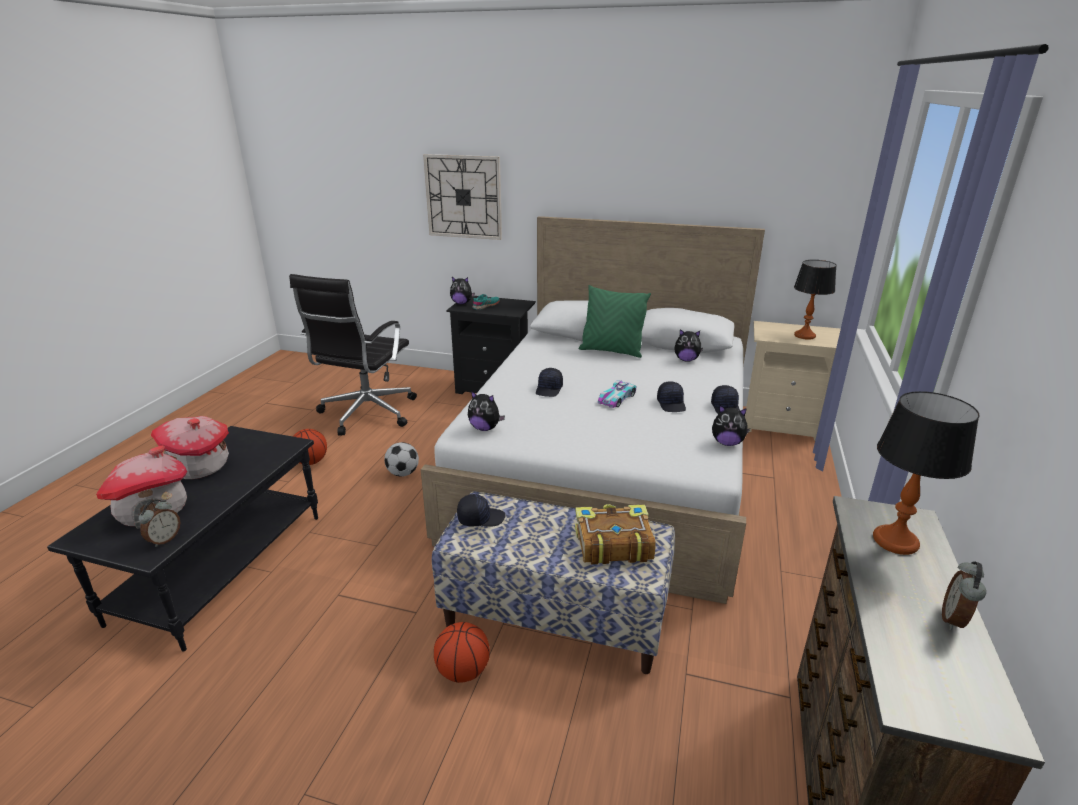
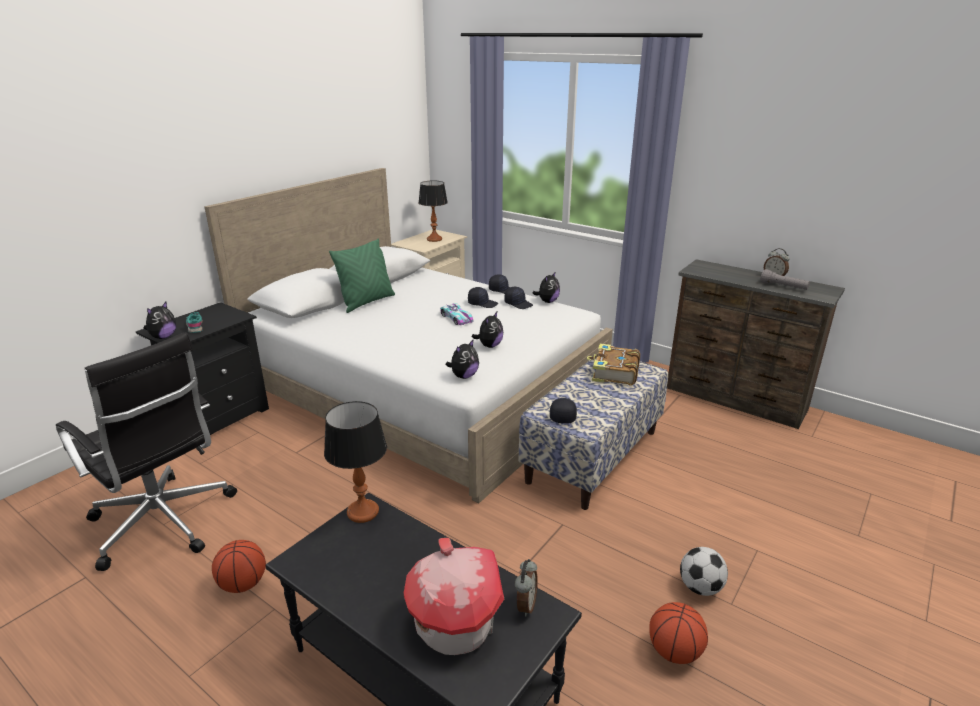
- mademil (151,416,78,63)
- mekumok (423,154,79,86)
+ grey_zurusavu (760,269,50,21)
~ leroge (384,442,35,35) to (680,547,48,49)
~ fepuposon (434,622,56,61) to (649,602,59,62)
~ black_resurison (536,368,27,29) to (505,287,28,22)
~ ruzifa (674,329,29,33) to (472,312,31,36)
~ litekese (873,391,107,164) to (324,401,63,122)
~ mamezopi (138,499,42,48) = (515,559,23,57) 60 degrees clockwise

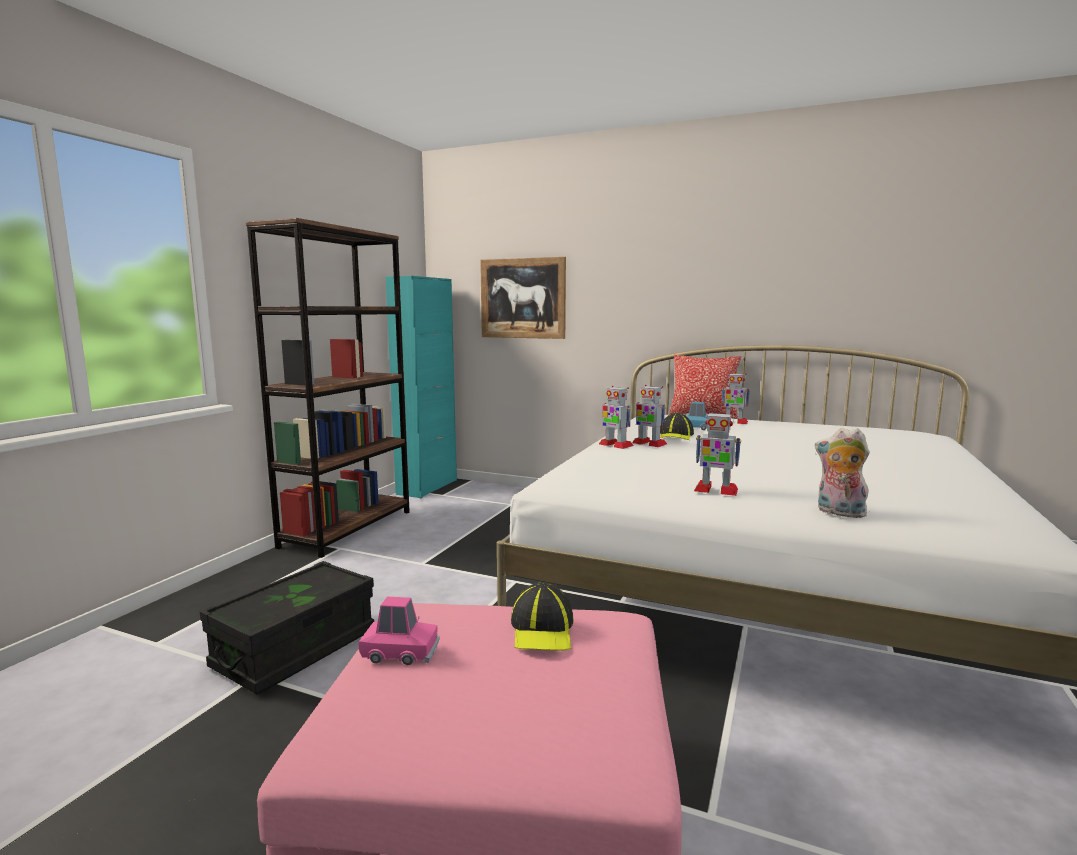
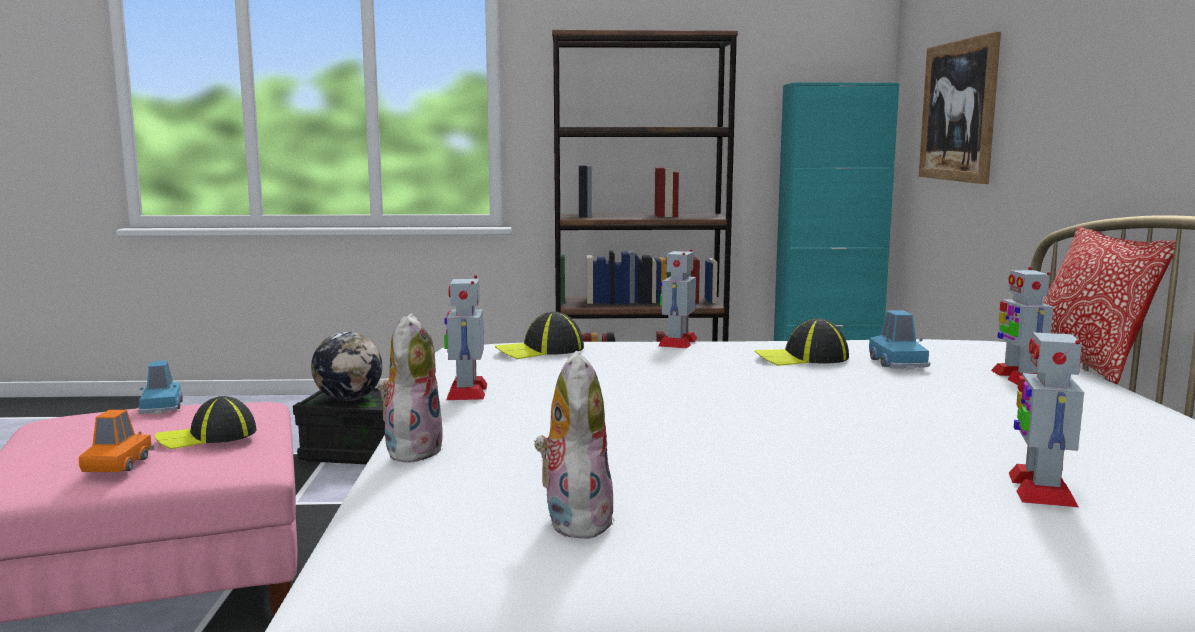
+ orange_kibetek (79,410,75,62)
+ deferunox (311,332,71,69)
+ resurison (495,312,89,47)
+ ruzifa (534,351,80,188)
~ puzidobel (632,385,35,62) to (1009,329,75,178)
~ pink_kibetek (359,597,81,68) to blue_kibetek (138,361,45,53)

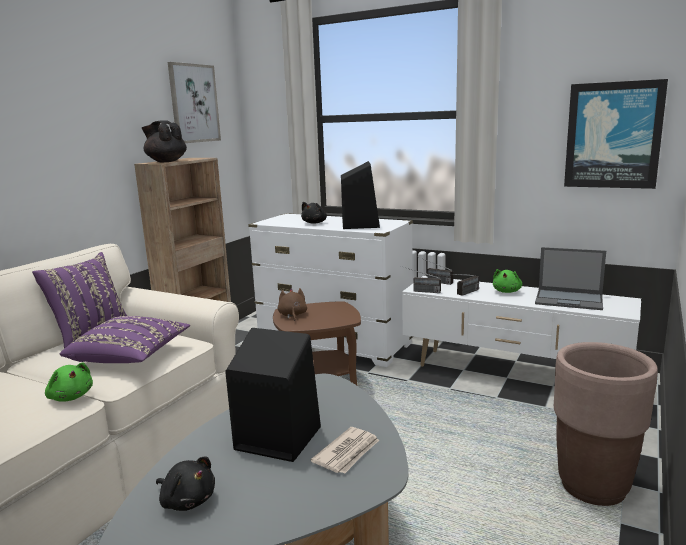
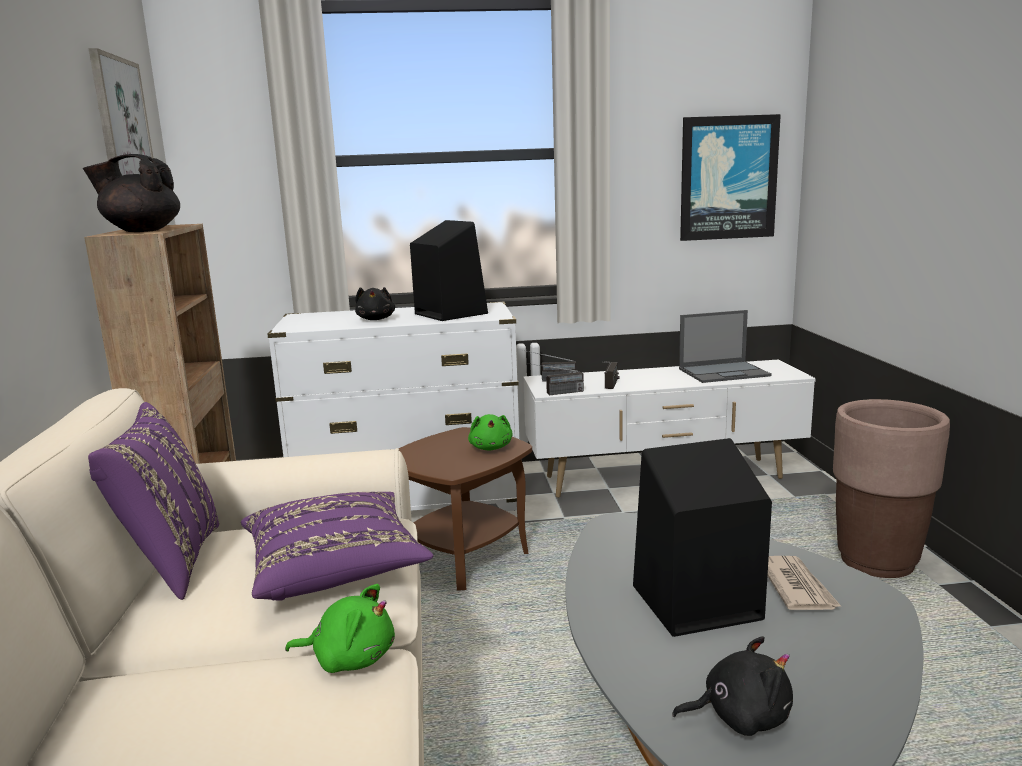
- brown_ruzifa (278,288,29,33)
~ green_ruzifa (493,269,29,24) to (468,414,45,37)

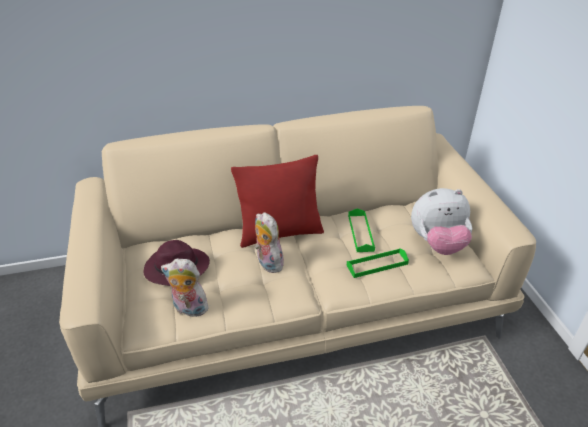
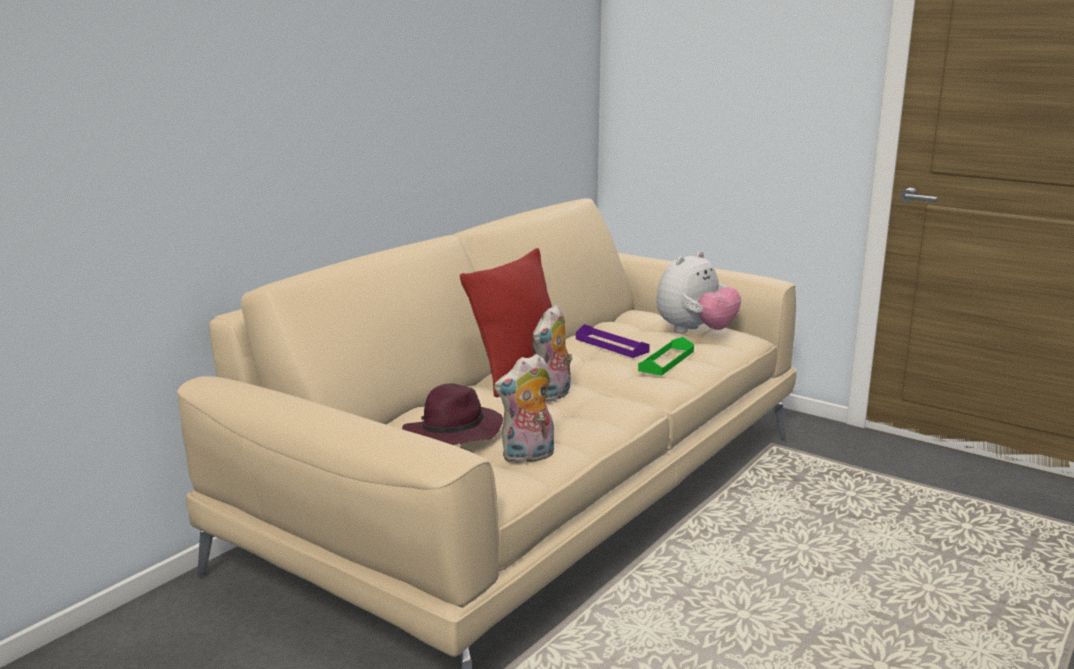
~ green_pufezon (348,208,27,44) to purple_pufezon (576,324,74,34)
~ ruzifa (255,212,29,61) = (532,304,41,99) 75 degrees counterclockwise

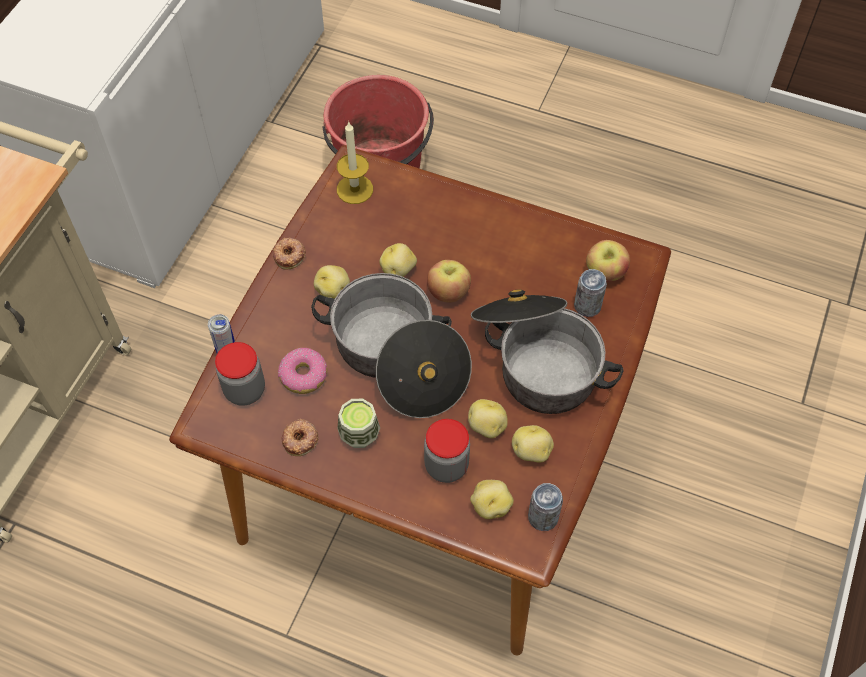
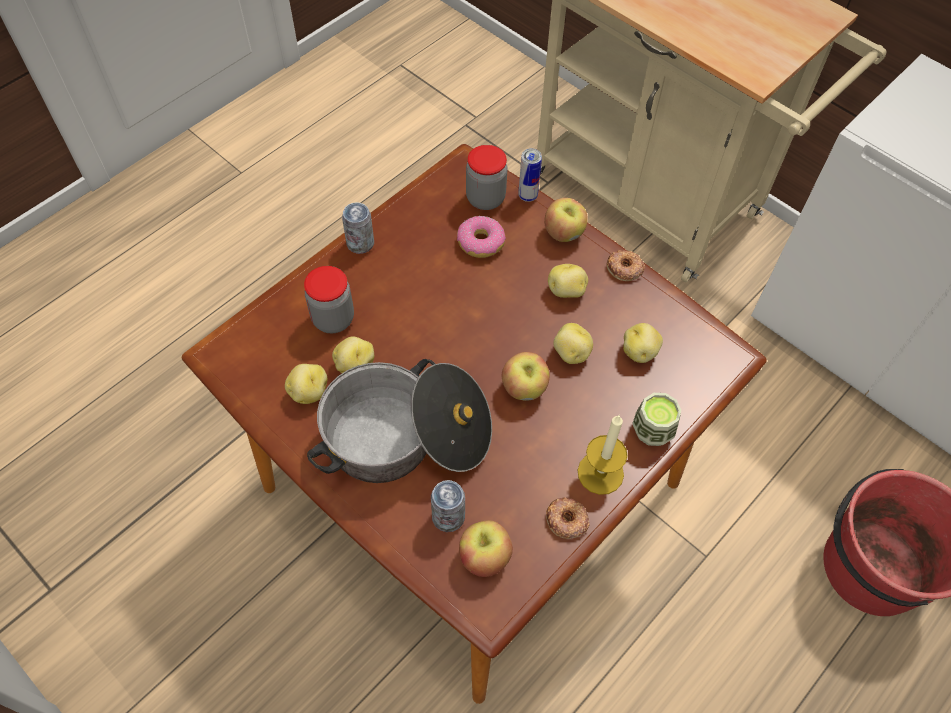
- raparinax (311,273,161,145)
+ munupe (544,198,44,44)
~ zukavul (282,419,36,37) to (546,497,44,42)
~ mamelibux (337,121,36,83) to (577,415,51,80)
~ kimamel (338,399,42,49) to (632,393,50,53)
~ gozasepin (470,480,44,39) to (623,323,40,40)
~ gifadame (528,483,35,48) to (342,203,32,51)

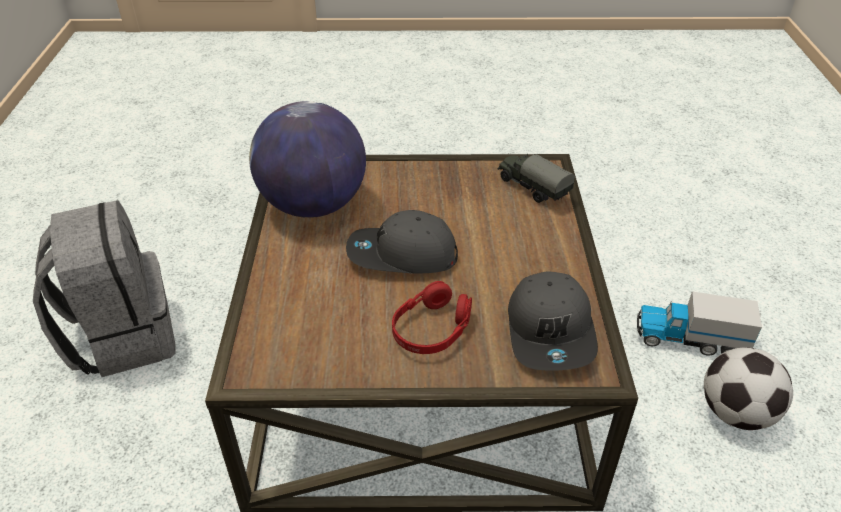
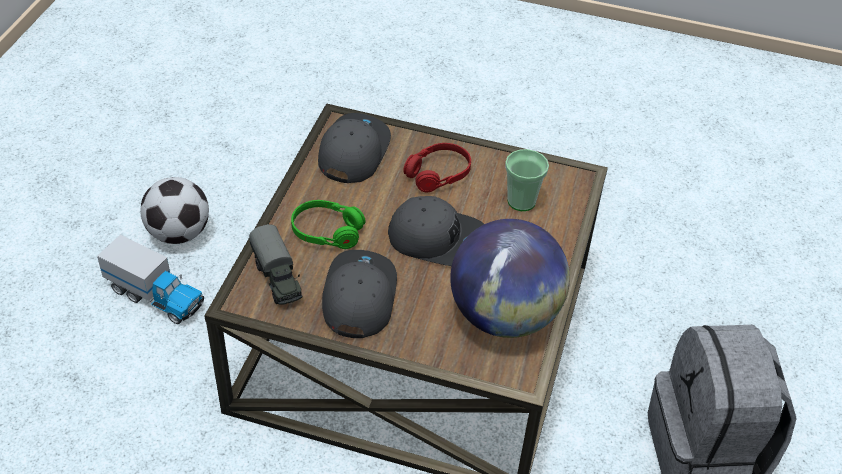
+ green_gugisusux (291,200,75,49)
+ grey_resurison (322,250,75,88)
+ kimamel (505,149,44,62)

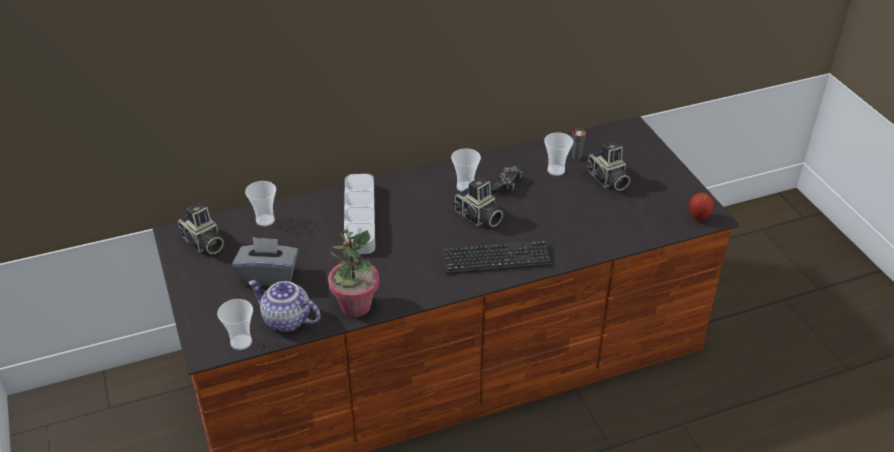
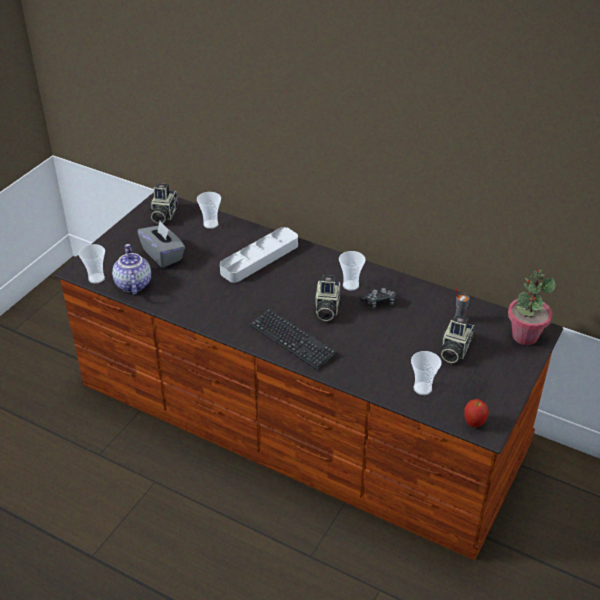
~ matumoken (328,229,52,88) to (508,270,48,75)
~ kimamel (544,132,29,44) to (411,351,31,44)

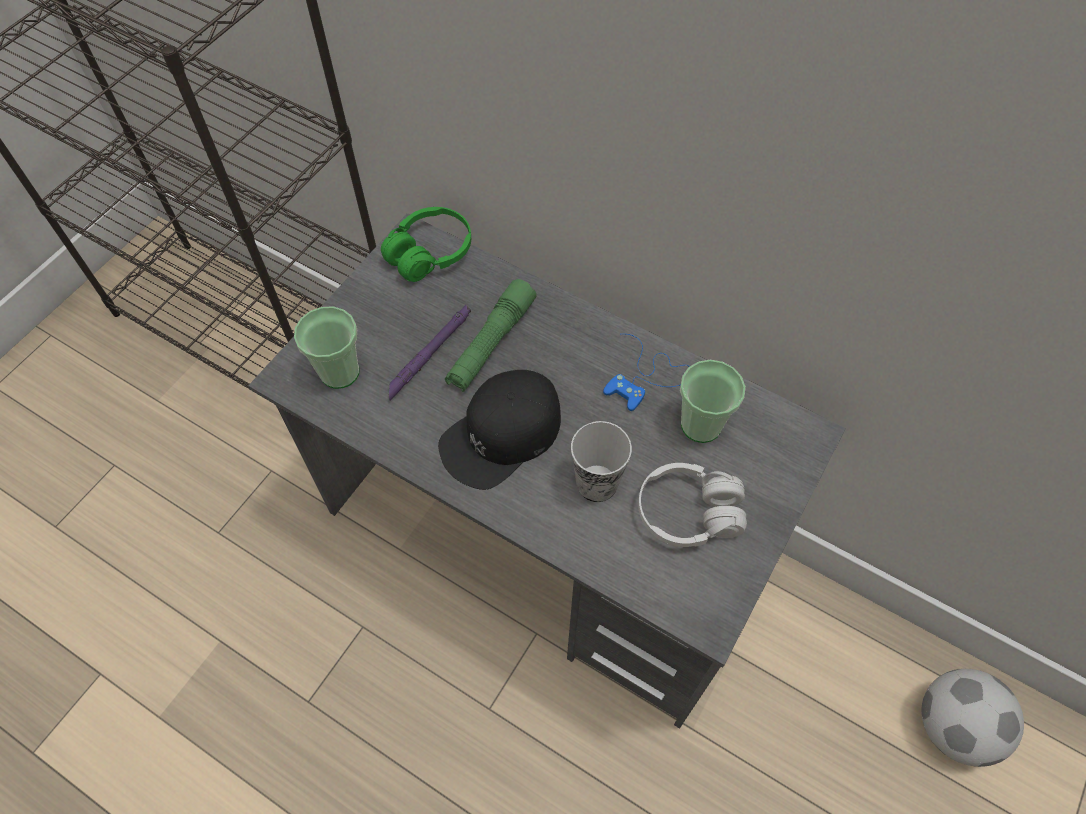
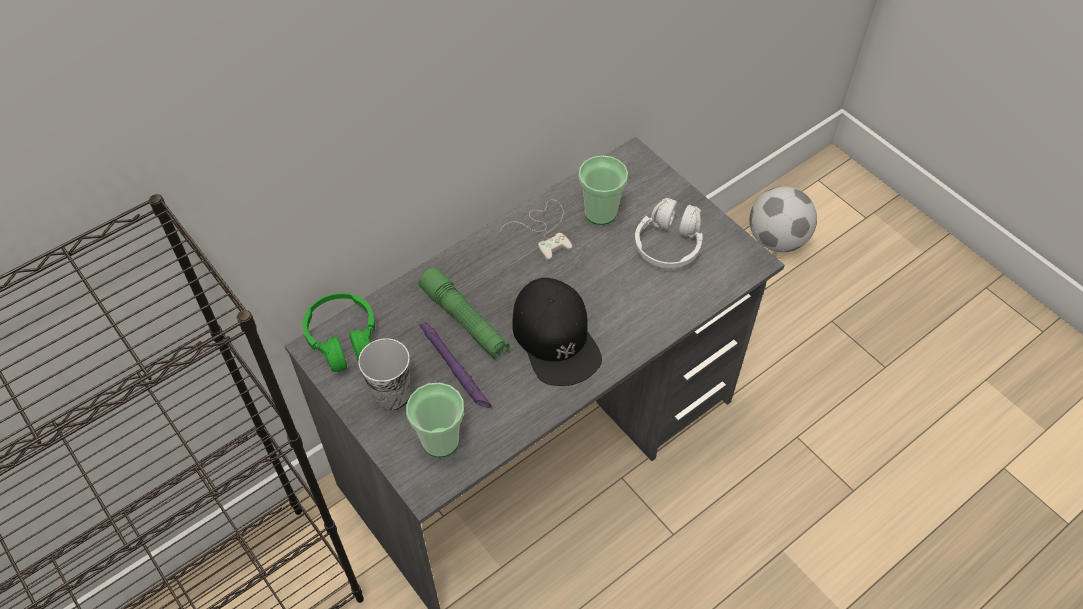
~ kimamel (571,421,61,81) to (358,338,52,72)
~ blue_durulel (603,334,87,77) to white_durulel (500,199,72,62)

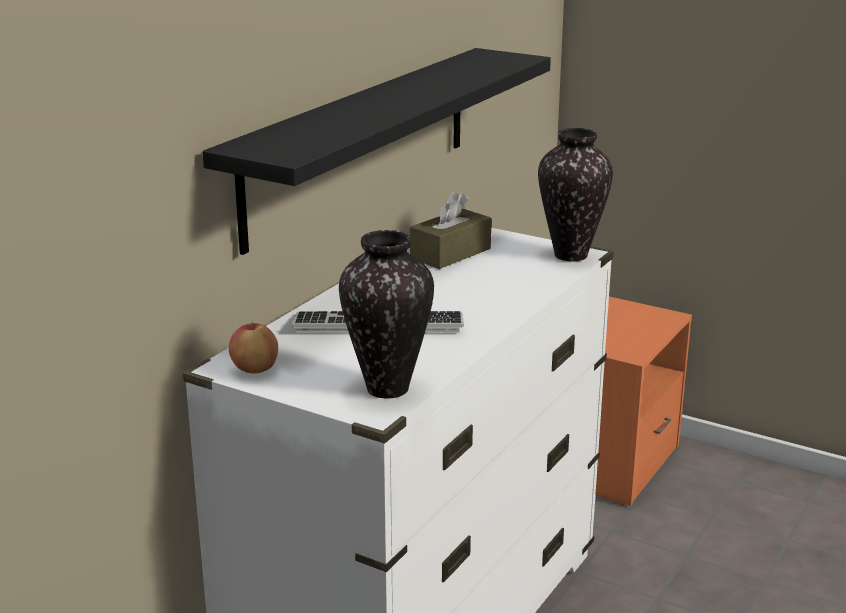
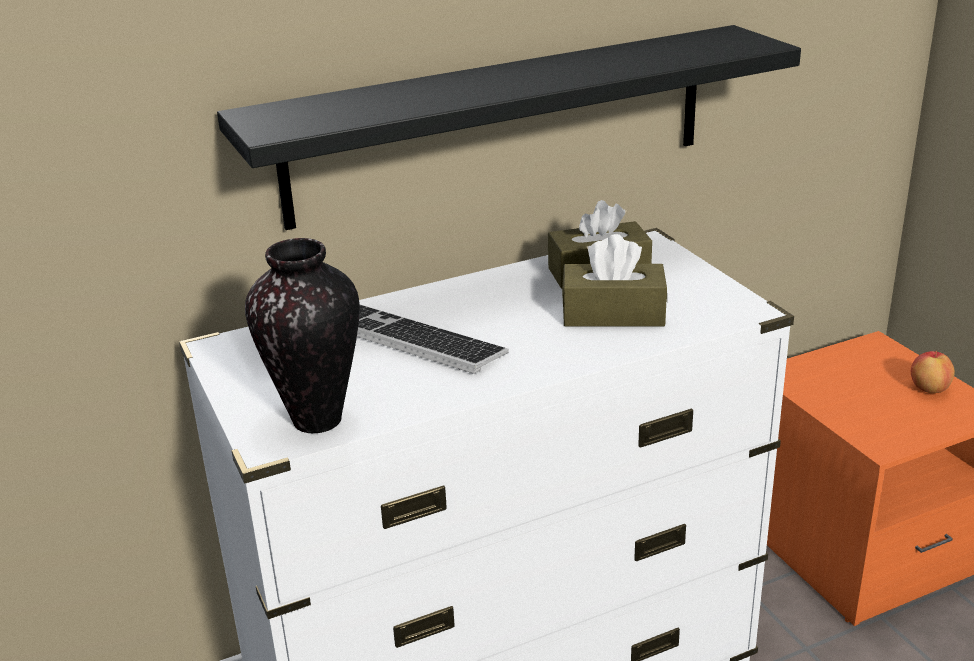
- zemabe (538,128,75,133)
+ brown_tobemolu (562,234,105,93)
~ munupe (229,321,49,52) to (911,351,44,42)

